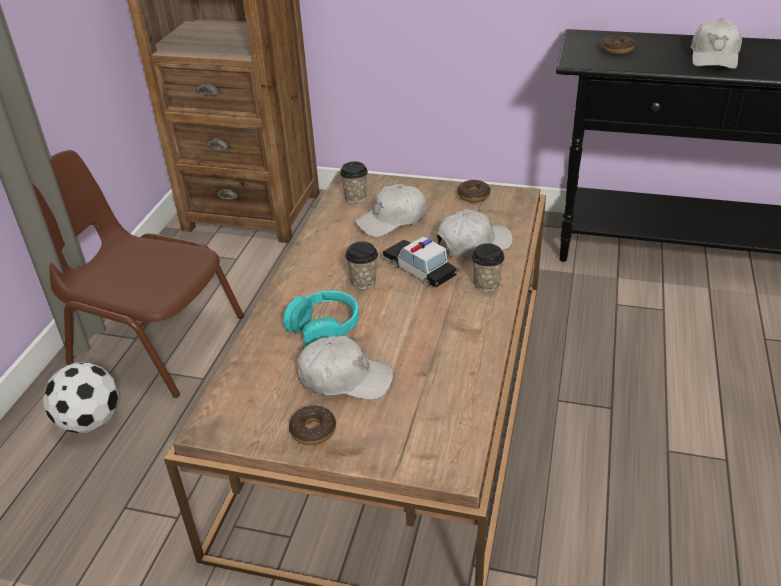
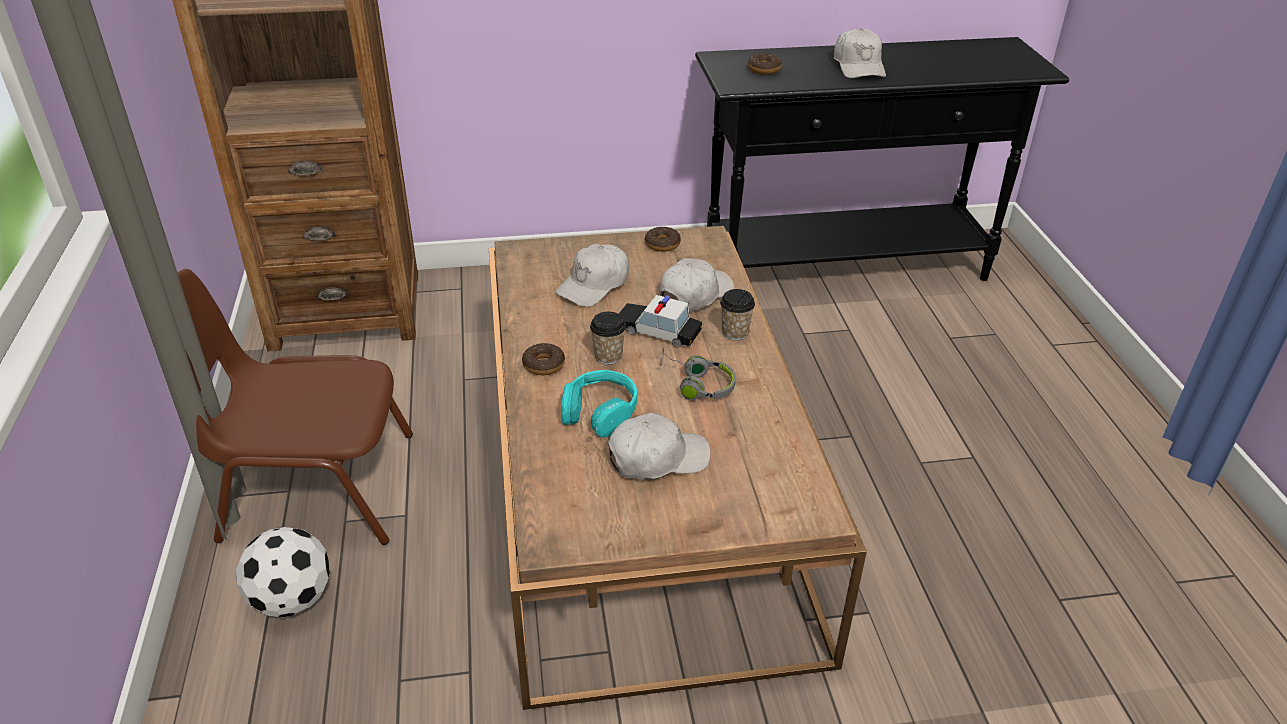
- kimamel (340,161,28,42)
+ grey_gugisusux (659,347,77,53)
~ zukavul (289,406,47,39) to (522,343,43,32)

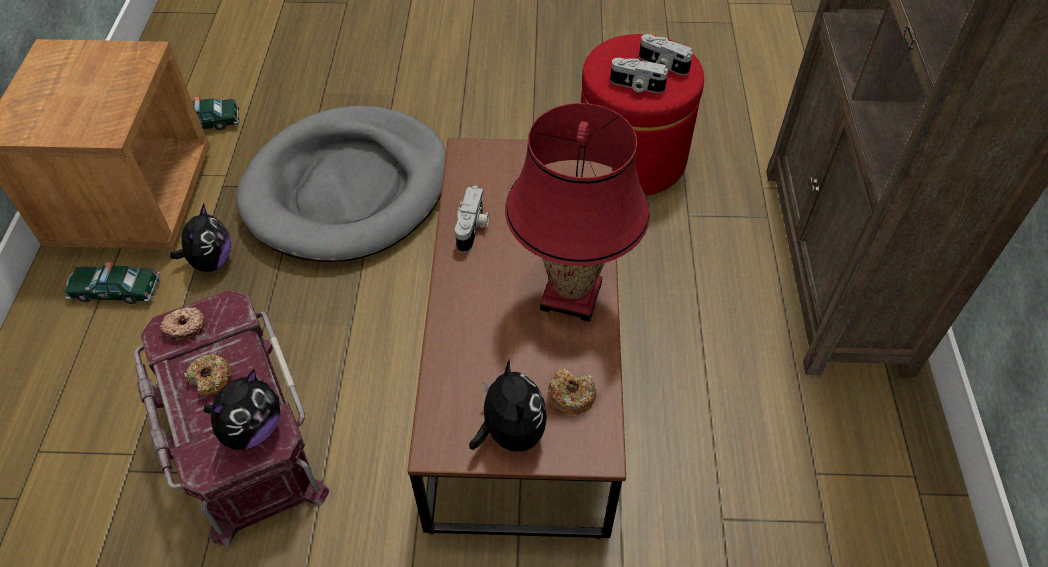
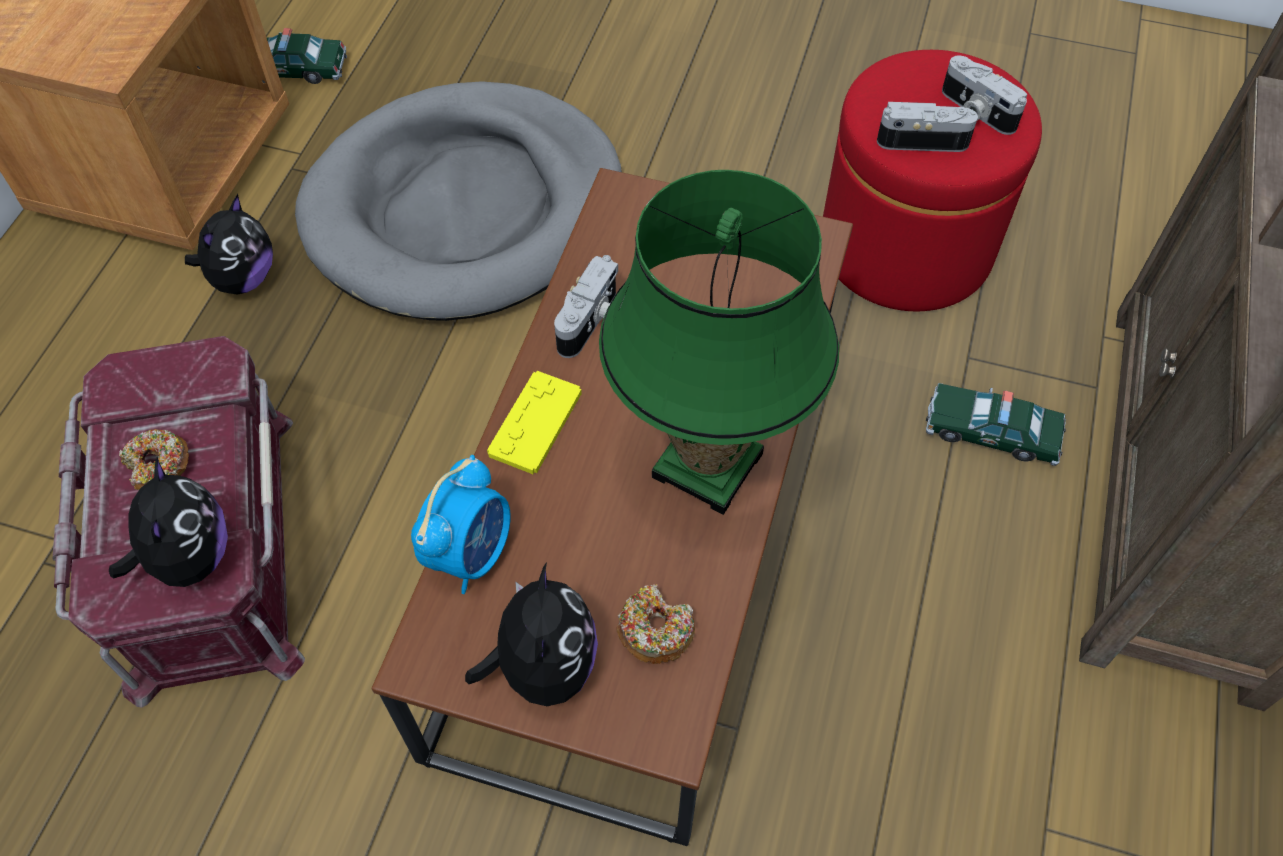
- zukavul (160,307,45,34)
+ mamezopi (411,455,100,139)
+ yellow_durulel (487,371,95,103)
~ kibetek (64,262,96,42) to (926,383,140,83)
~ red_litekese (505,103,145,219) to green_litekese (599,170,240,345)
~ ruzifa (204,369,76,81) = (109,457,119,130) 60 degrees counterclockwise
~ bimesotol (610,58,58,35) = (877,102,101,50) 150 degrees clockwise

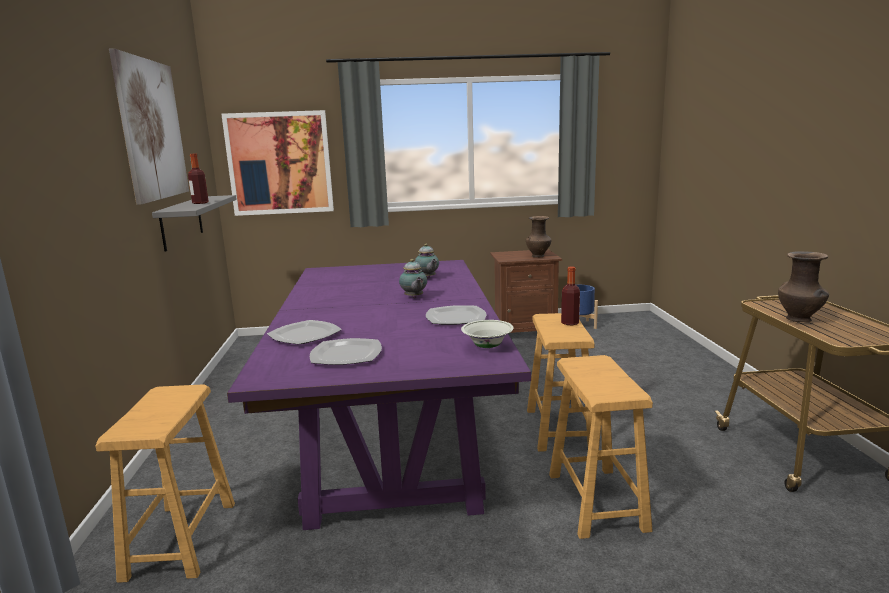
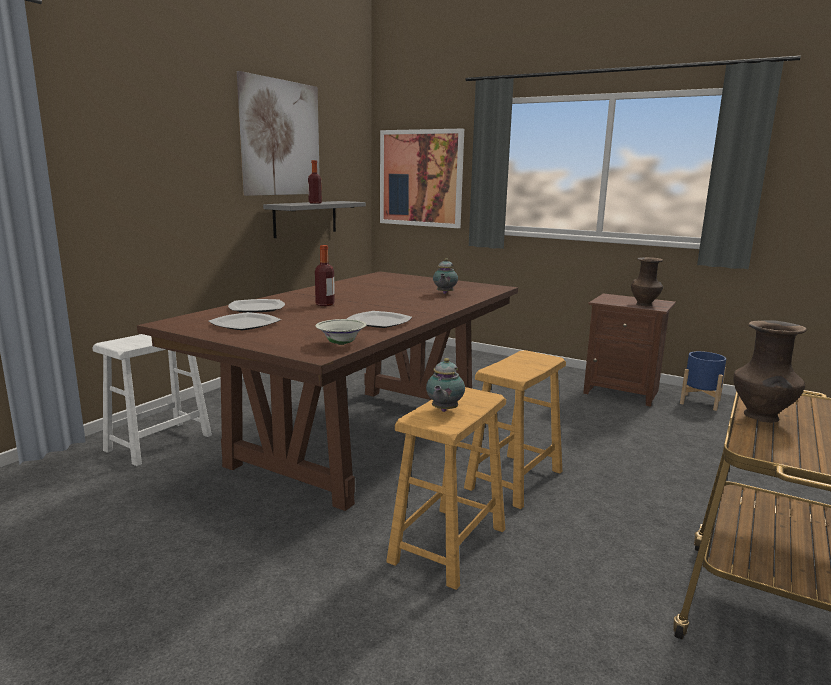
~ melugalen (399,259,28,39) to (426,358,39,54)
~ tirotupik (561,266,19,60) to (315,245,20,61)
~ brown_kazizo (95,384,140,199) to white_kazizo (92,334,120,132)
~ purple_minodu (227,260,304,270) to brown_minodu (137,271,381,240)

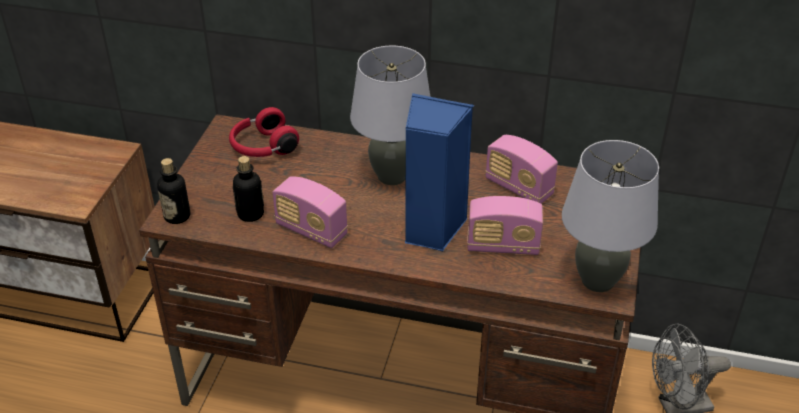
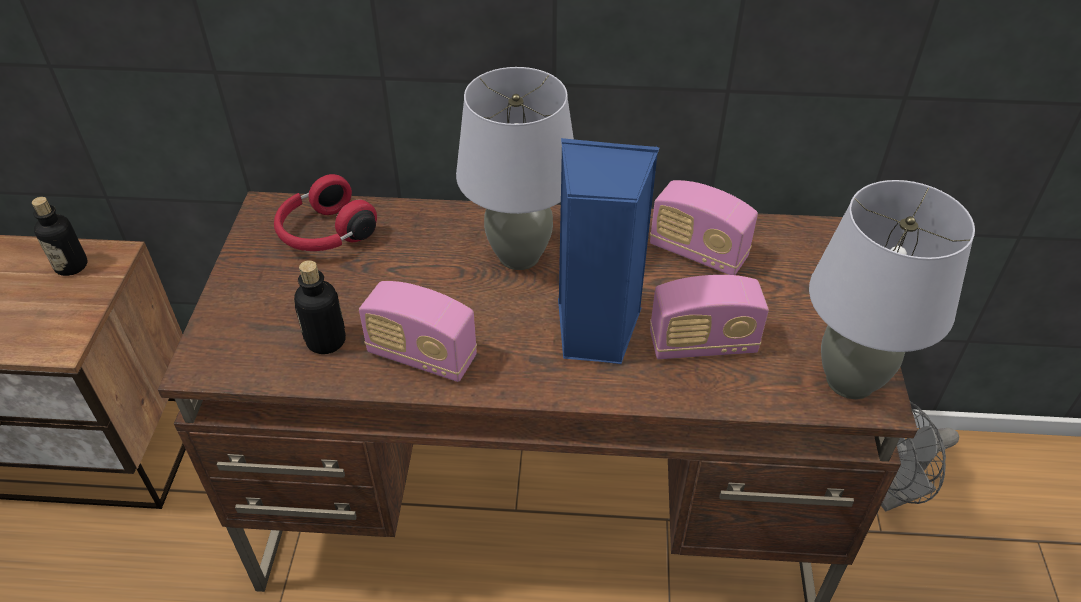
~ tirotupik (157,158,33,66) to (32,197,56,79)

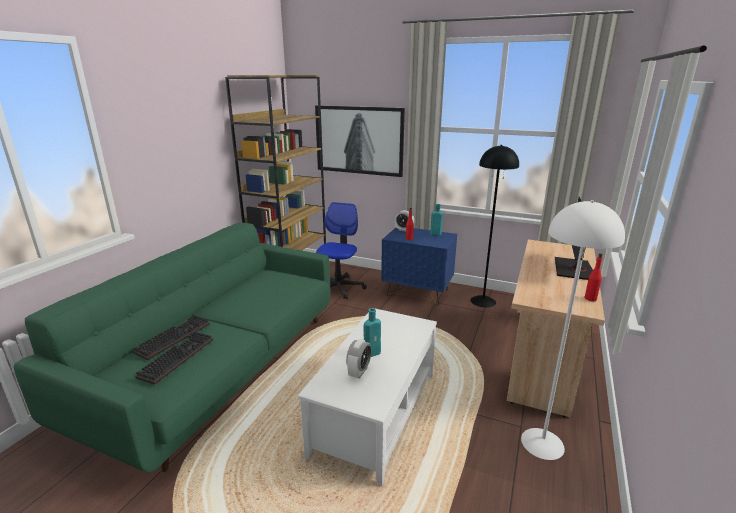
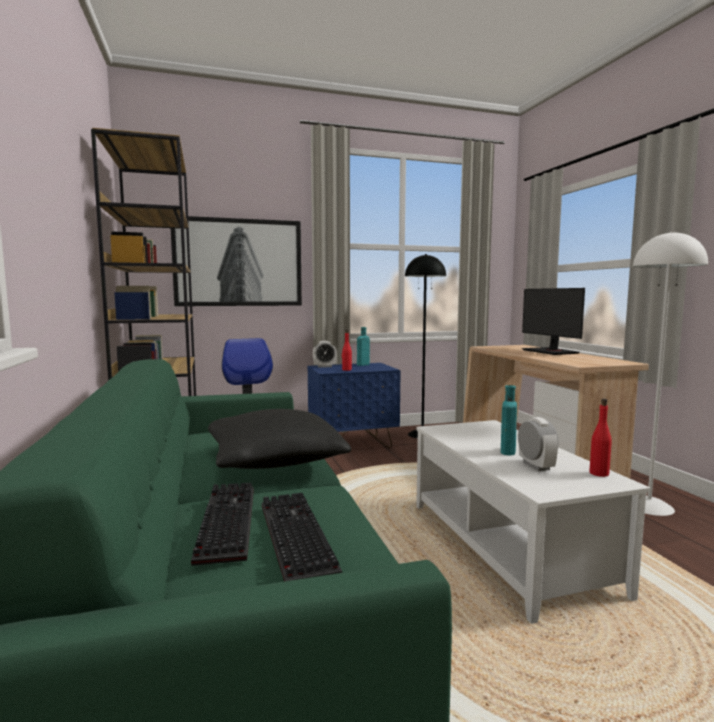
+ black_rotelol (208,409,143,60)
~ red_tirotupik (584,253,19,48) to (589,399,23,78)

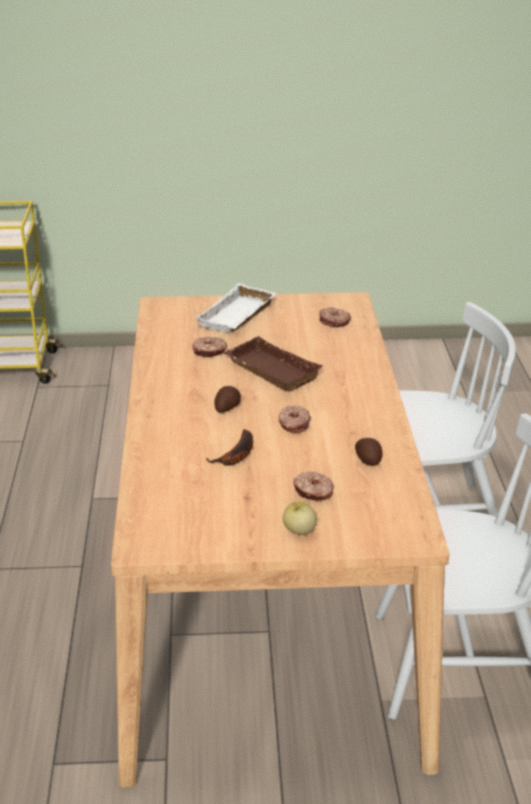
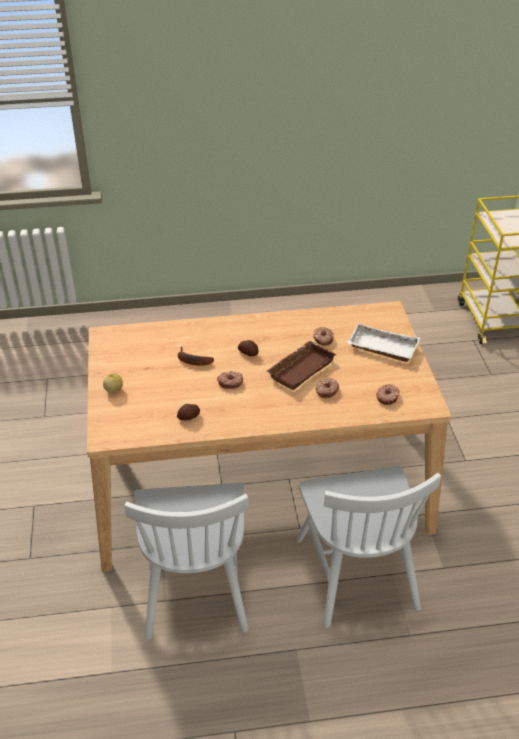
~ zukavul (293,472,41,29) to (315,378,24,20)

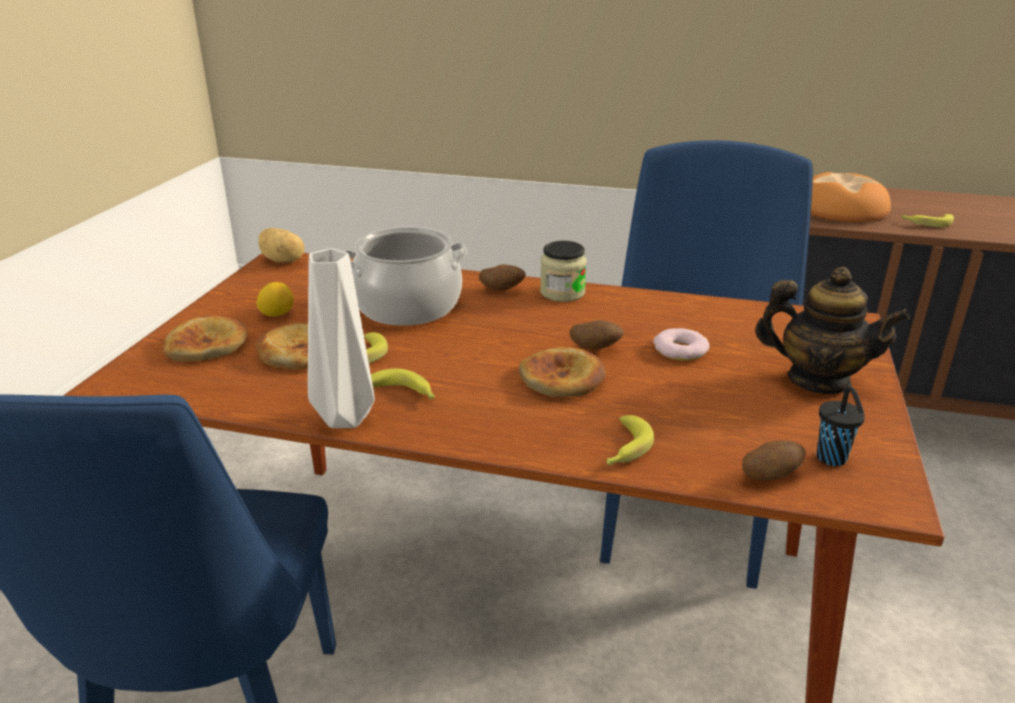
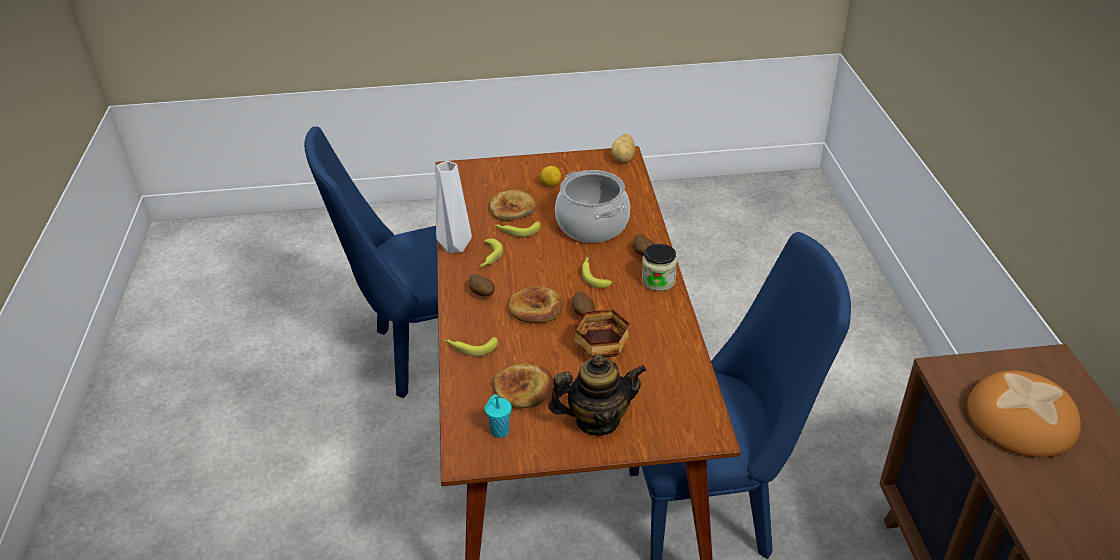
~ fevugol (163,316,85,46) to (493,363,61,45)
~ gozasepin (742,440,64,41) to (469,274,26,22)
~ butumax (901,214,53,13) to (582,257,30,31)
~ zukavul (653,328,56,33) to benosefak (574,309,56,48)
~ black_kimamel (817,387,48,79) to turquoise_kimamel (484,394,28,44)
~ melugalen (755,267,155,127) = (548,354,98,82) 105 degrees counterclockwise

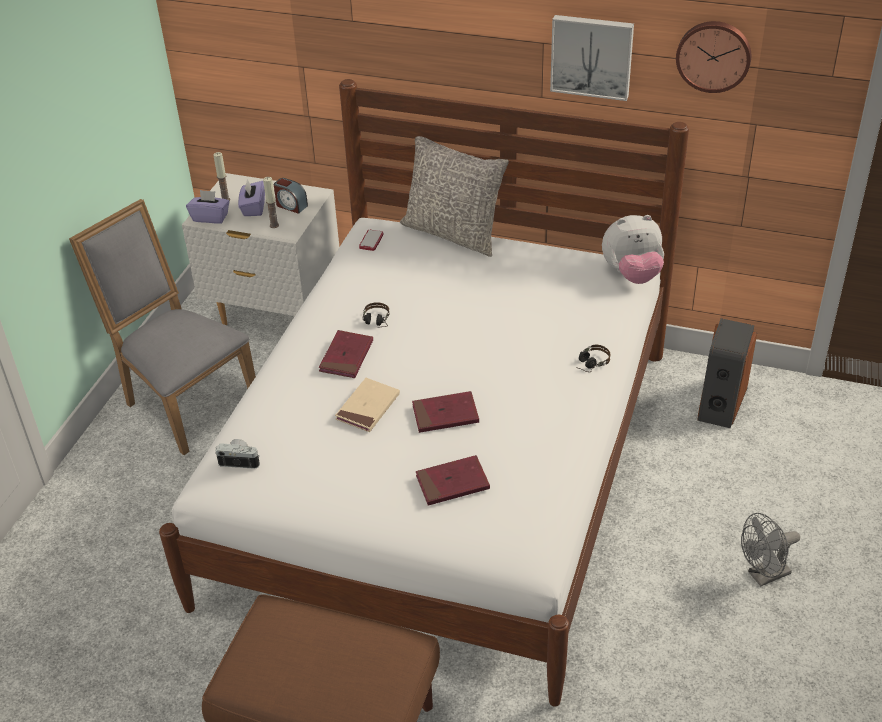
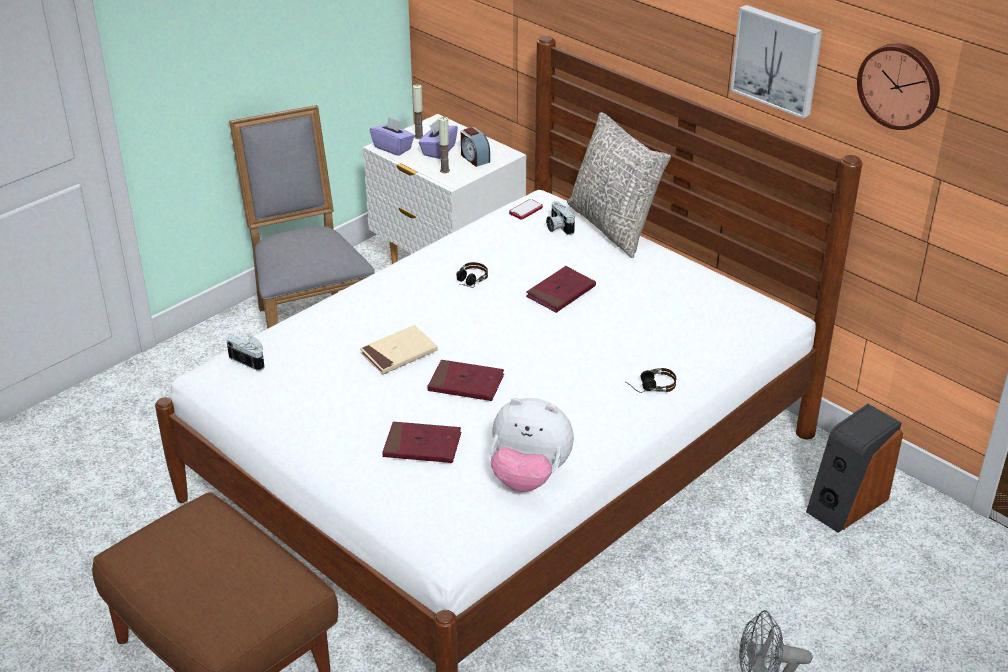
+ bimesotol (546,201,29,34)
~ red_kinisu (319,330,54,48) to (526,266,70,47)
~ ruzifa (602,215,62,69) to (490,398,84,94)

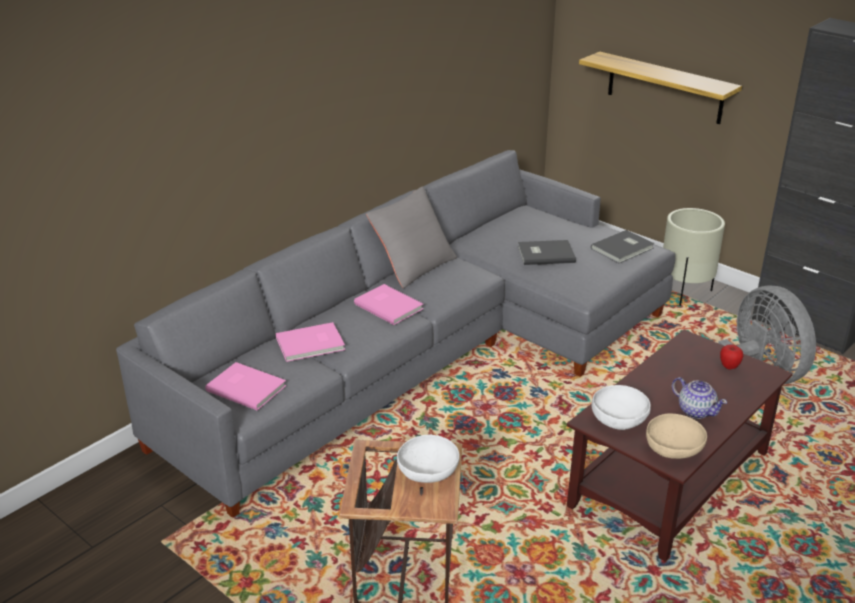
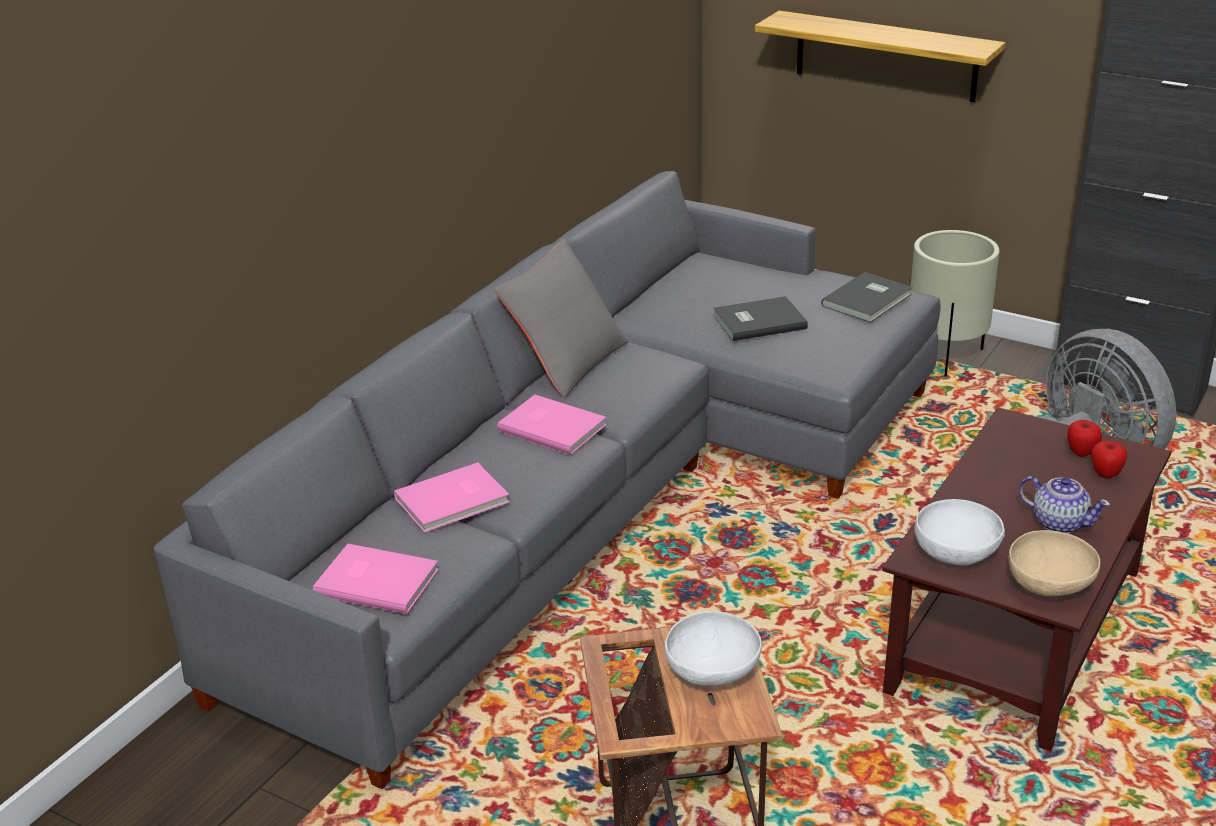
+ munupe (1091,441,37,37)

